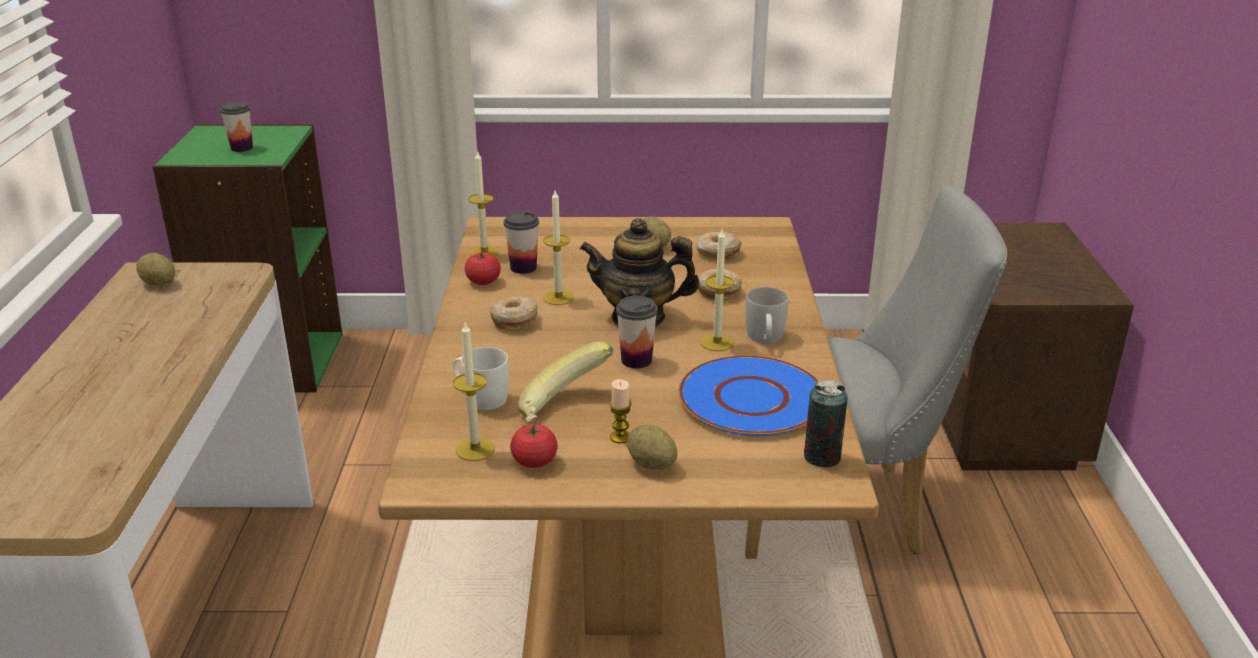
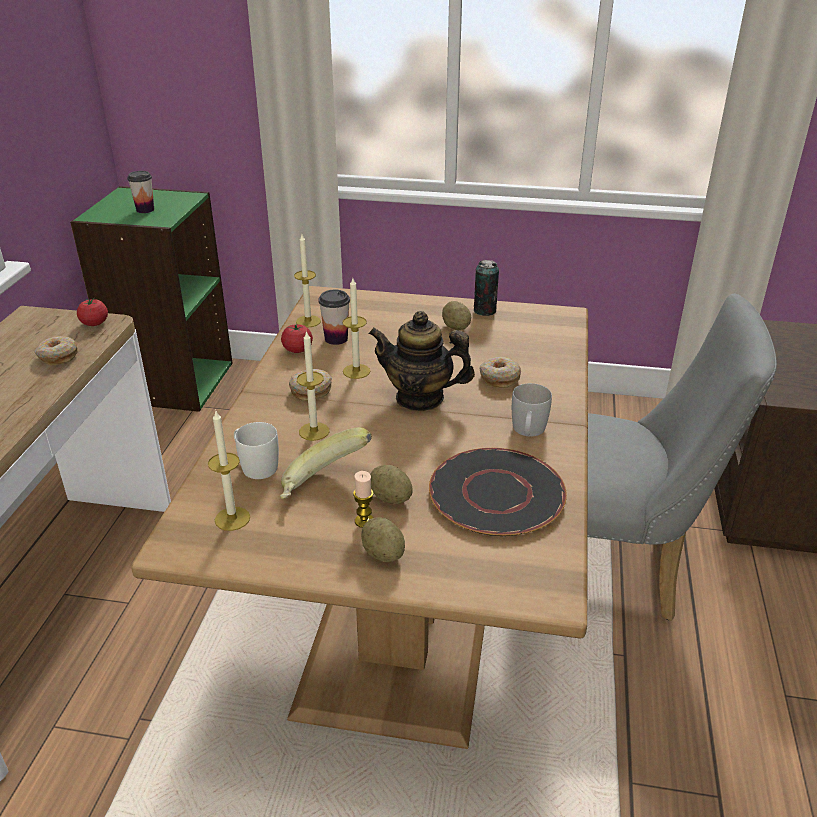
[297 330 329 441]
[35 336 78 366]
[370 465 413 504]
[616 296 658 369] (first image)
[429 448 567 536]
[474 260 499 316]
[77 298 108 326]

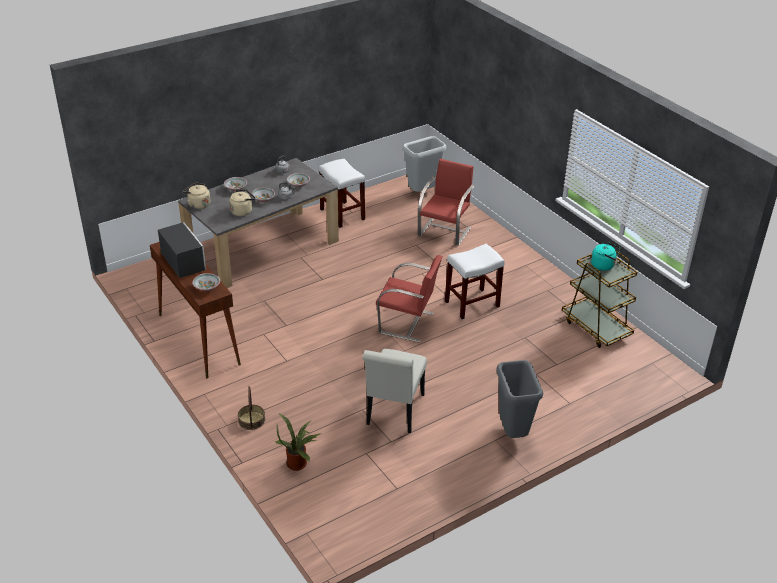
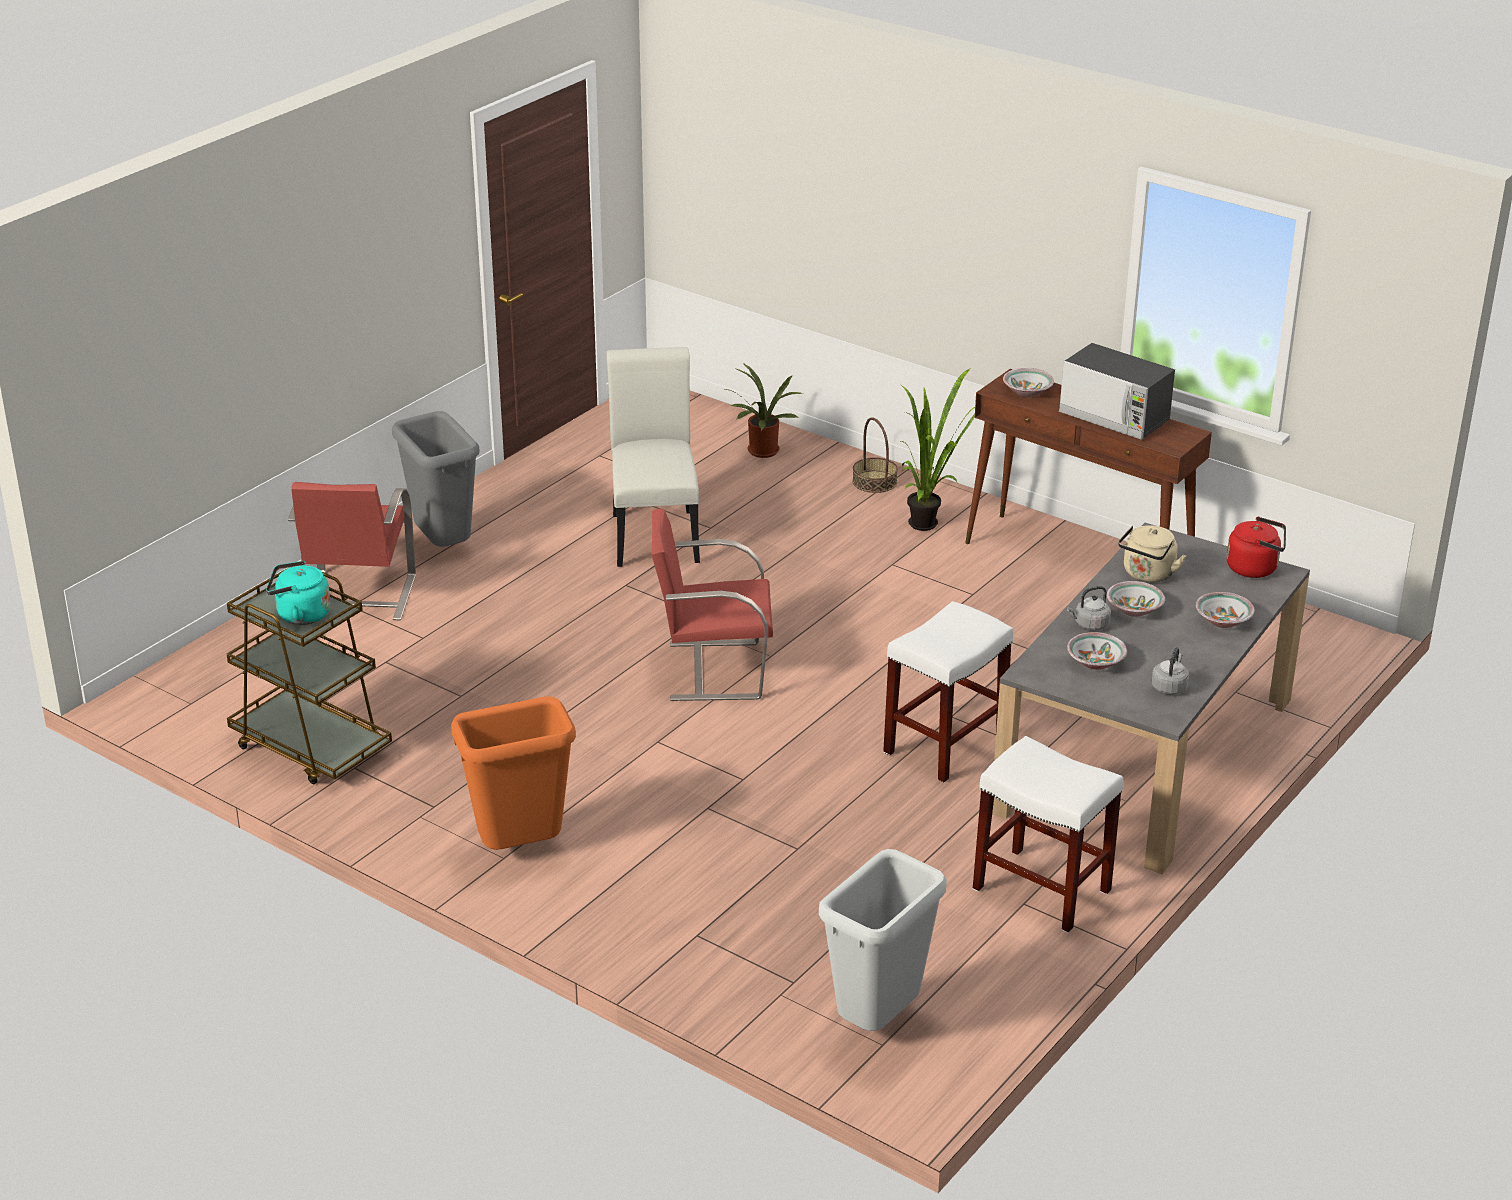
[288 482 416 620]
[1227 517 1286 578]
[883 601 1013 783]
[901 368 975 531]
[451 696 576 850]

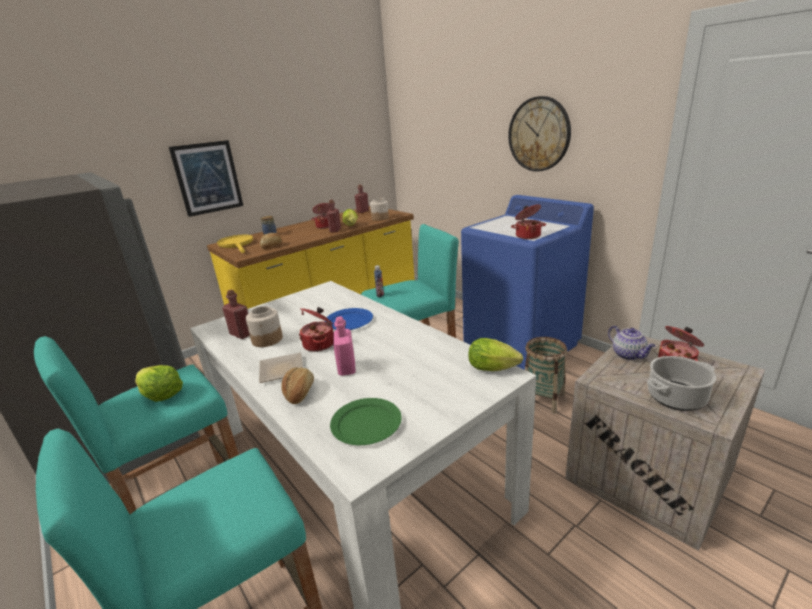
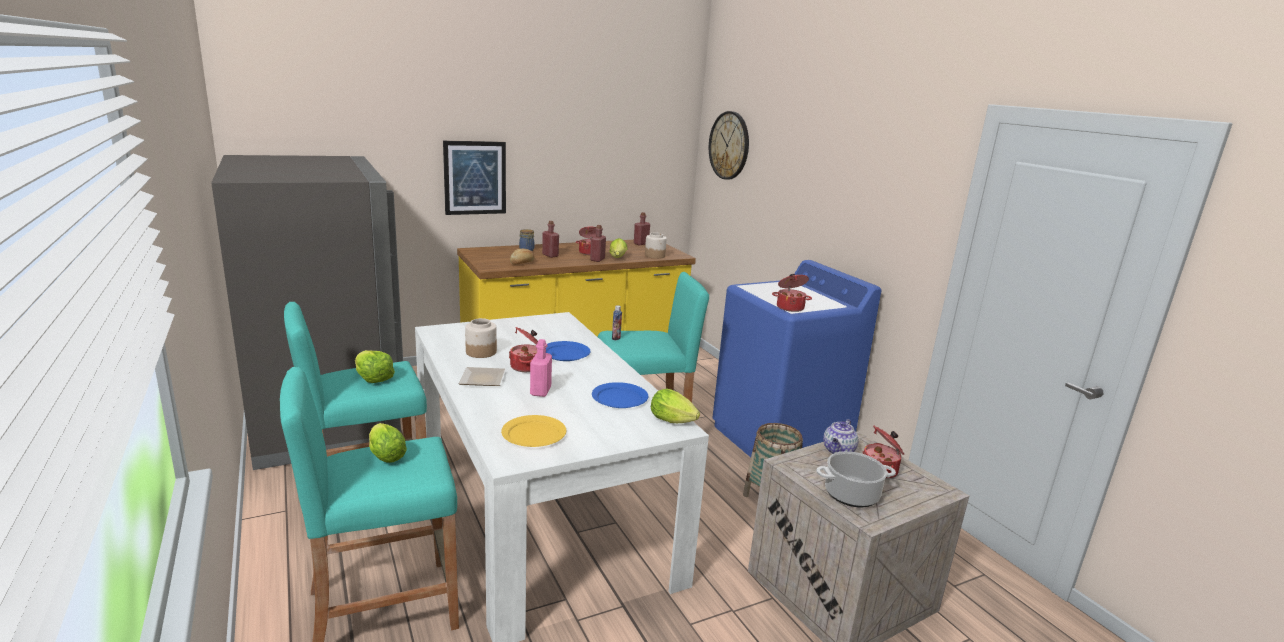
[709 111 749 180]
[217 235 253 253] (first image)
[542 221 559 258]
[823 419 858 454]
[281 367 314 404] (first image)
[501 415 566 447]
[592 382 649 408]
[369 423 407 463]

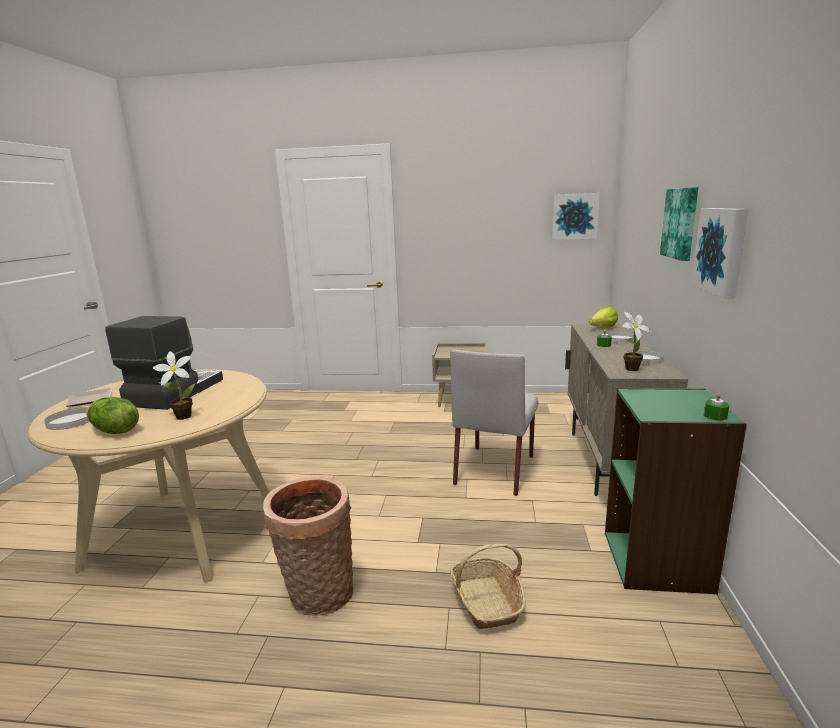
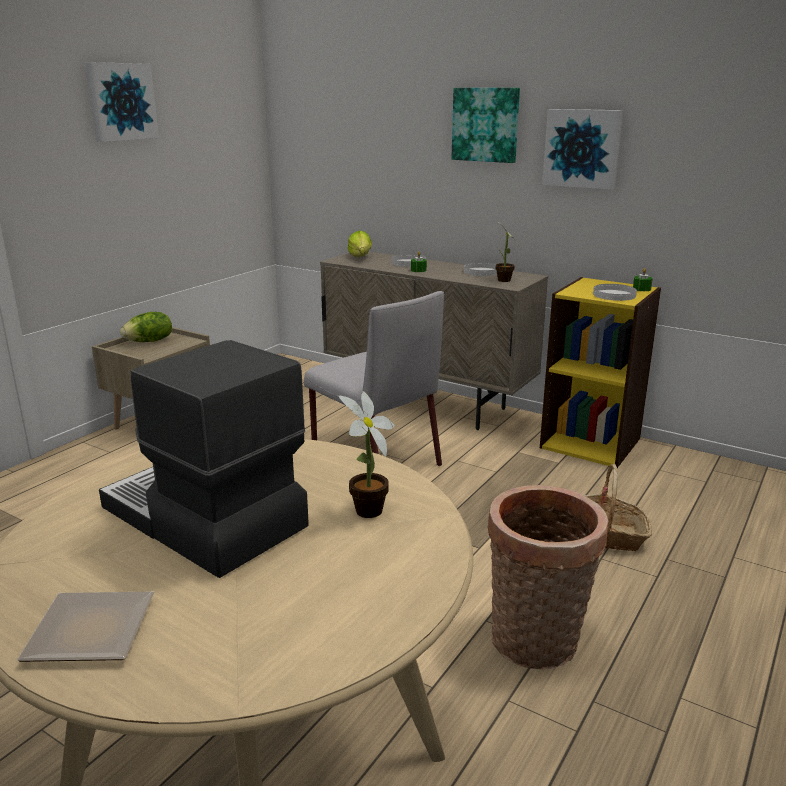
[85 62 159 142]
[540 277 661 468]
[120 312 172 342]
[593 284 637 301]

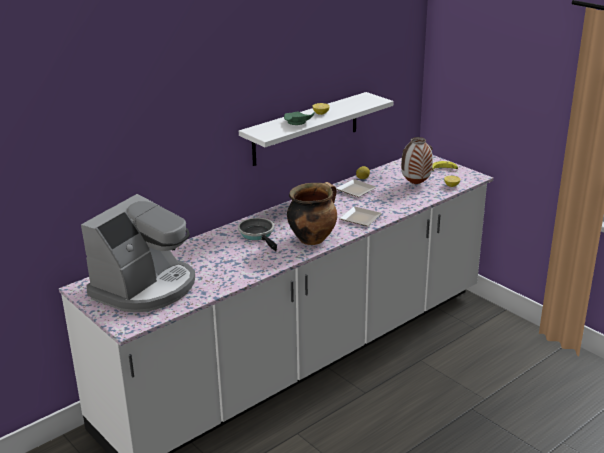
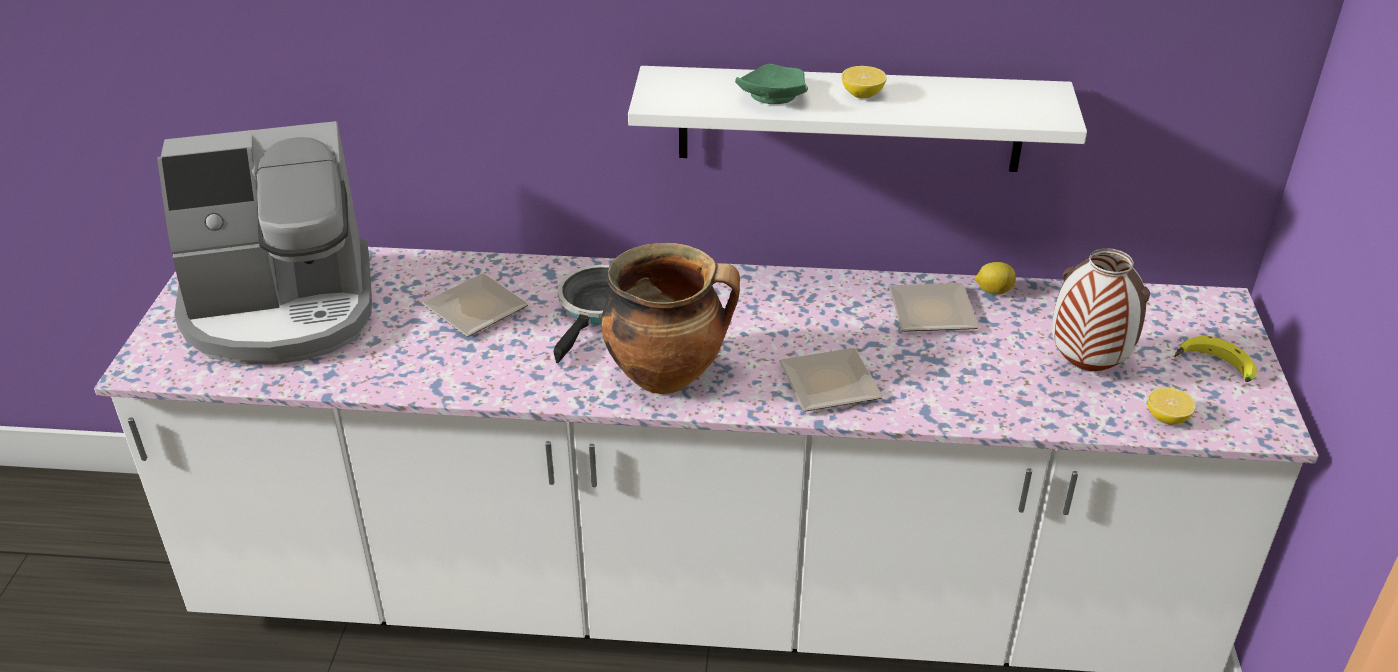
[422 273 529 337]

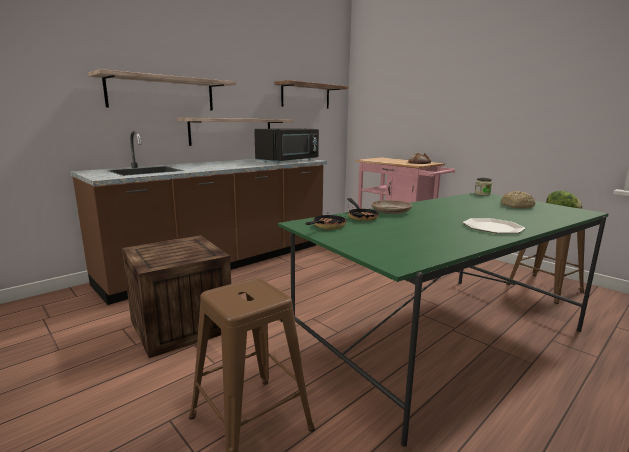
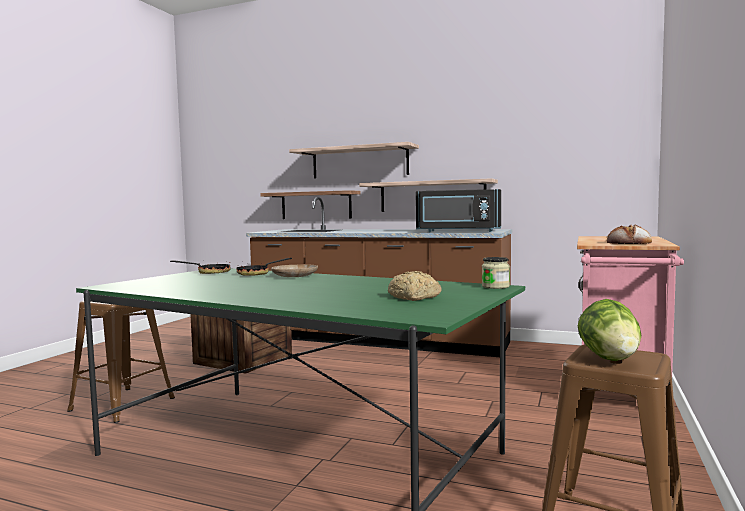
[260 190 361 219]
[463 218 525 233] (first image)

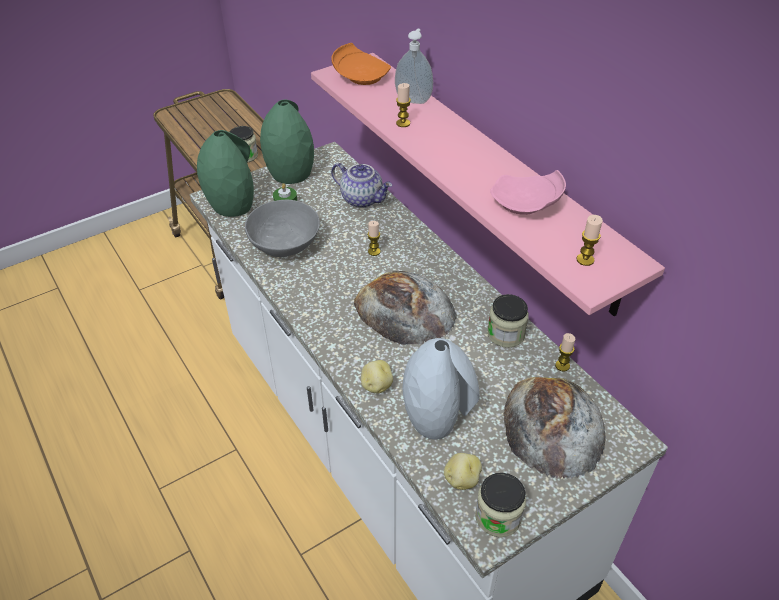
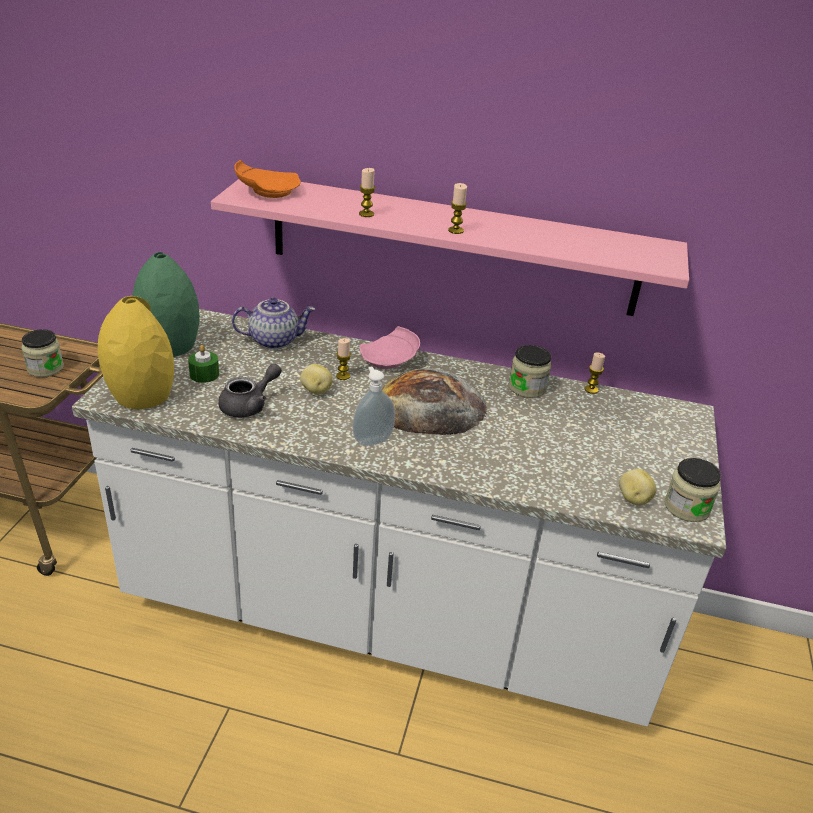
[352 367 395 446]
[97 296 174 409]
[359 326 420 369]
[218 363 282 418]
[448 183 467 234]
[402 338 480 440] (first image)
[300 364 333 395]
[504 377 606 479] (first image)

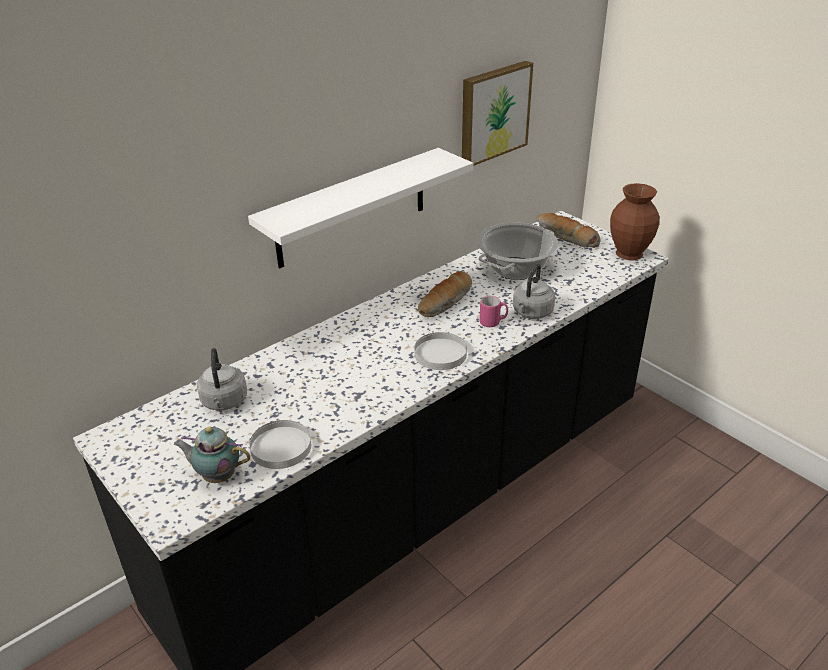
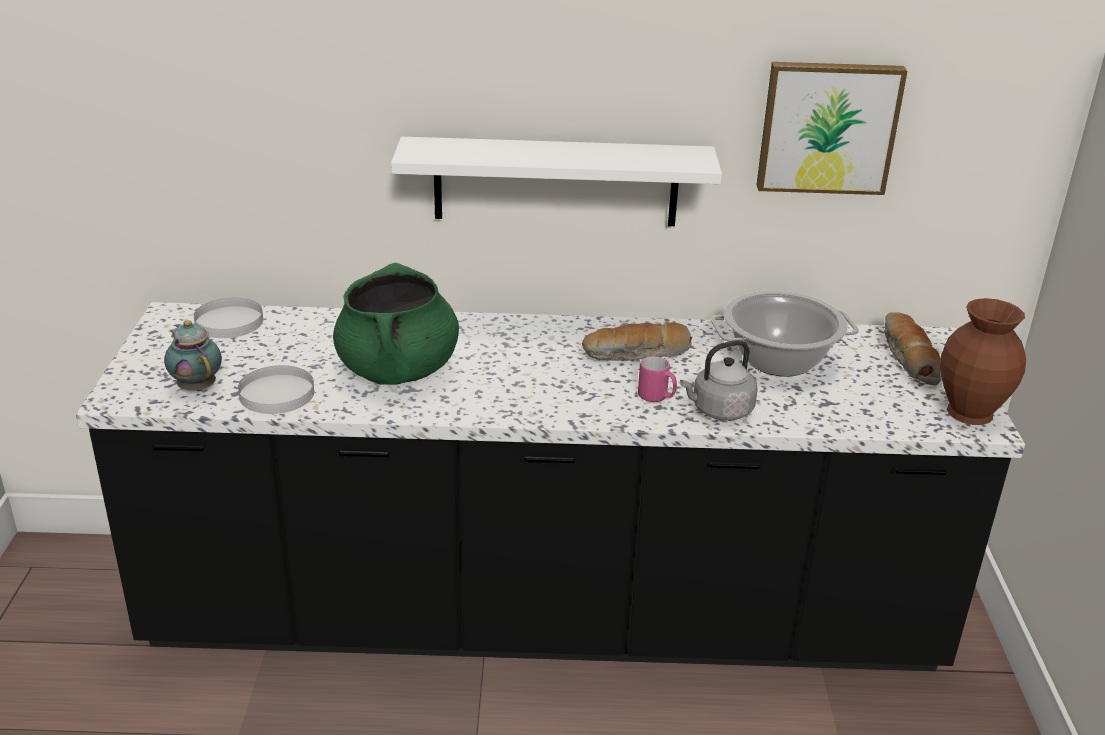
[194 298 263 338]
[197 348 247 411] (first image)
[333 263 459 385]

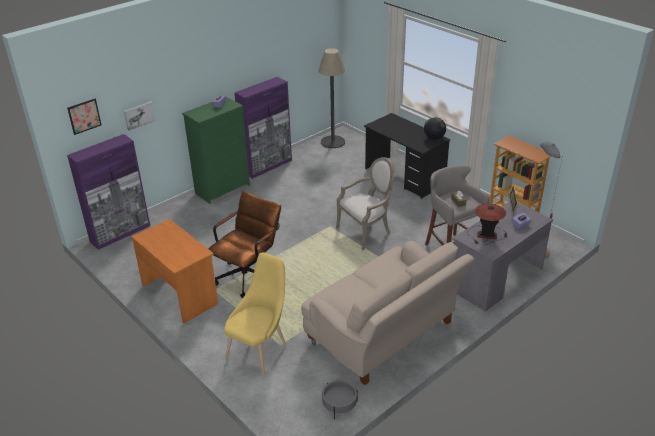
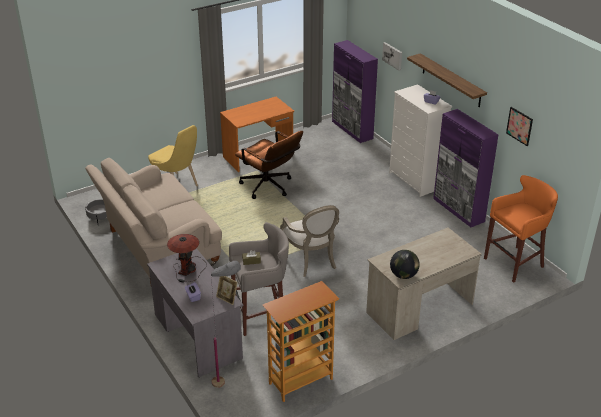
[484 175 558 283]
[389 84 452 197]
[506 107 533 146]
[366 228 482 340]
[407 53 487 107]

